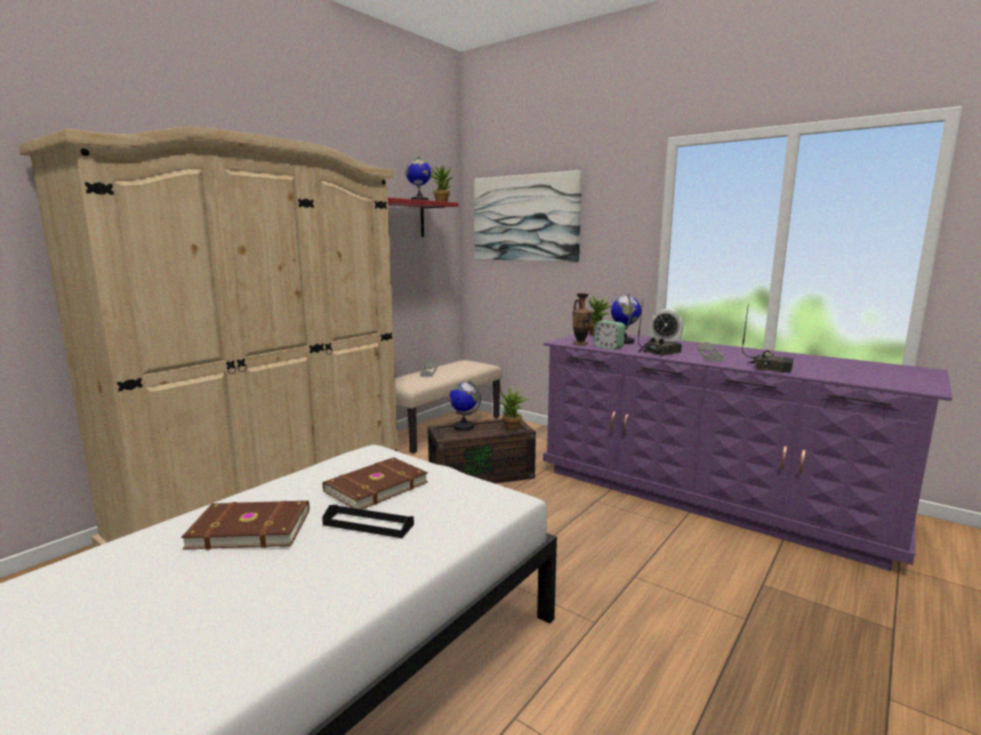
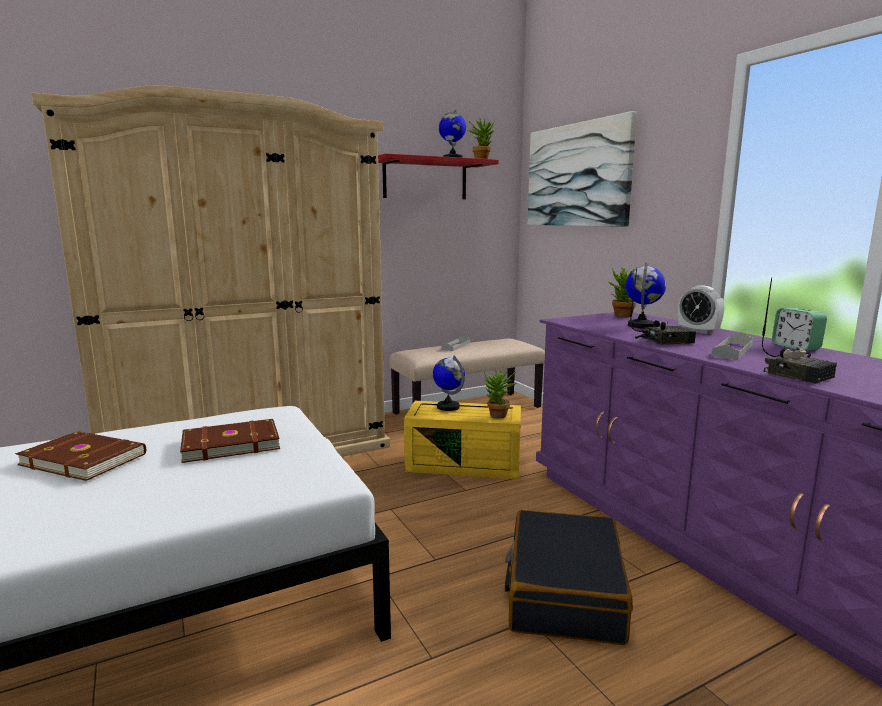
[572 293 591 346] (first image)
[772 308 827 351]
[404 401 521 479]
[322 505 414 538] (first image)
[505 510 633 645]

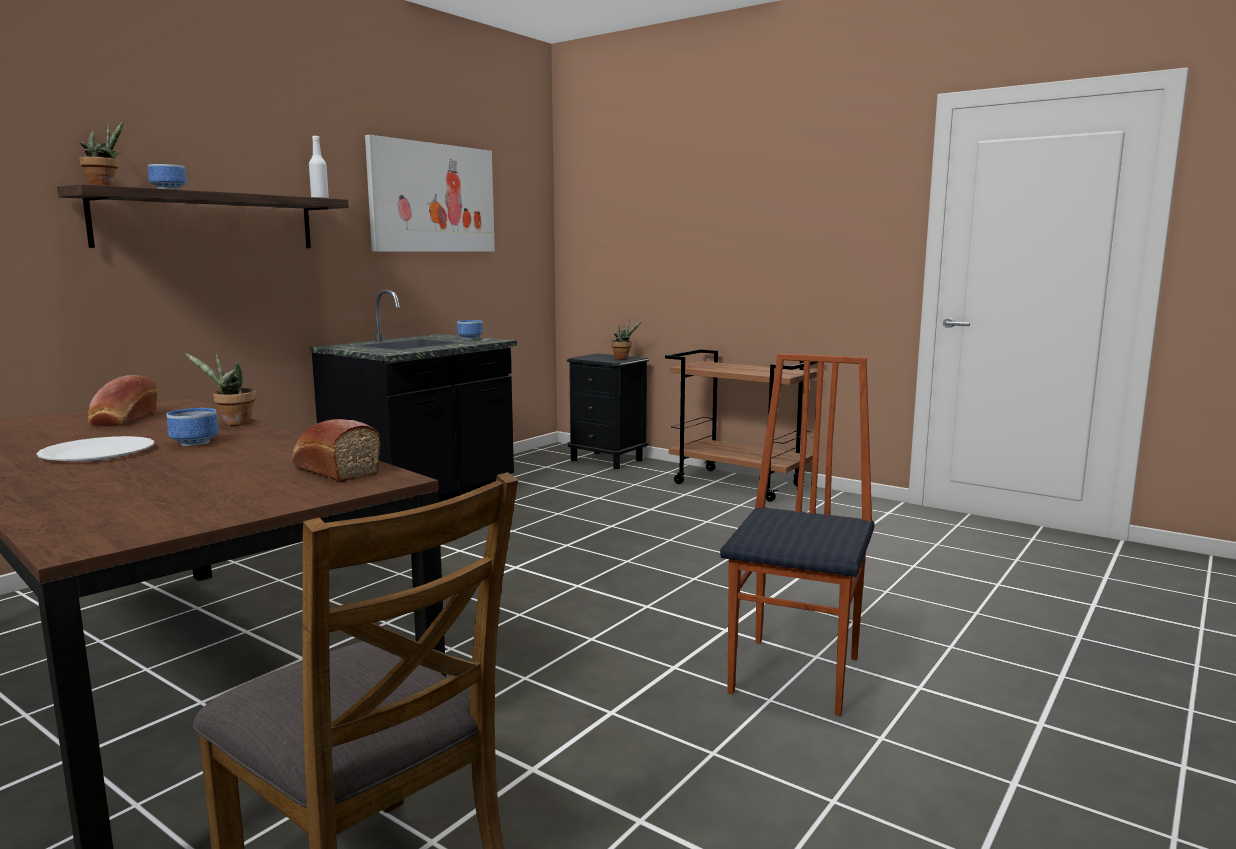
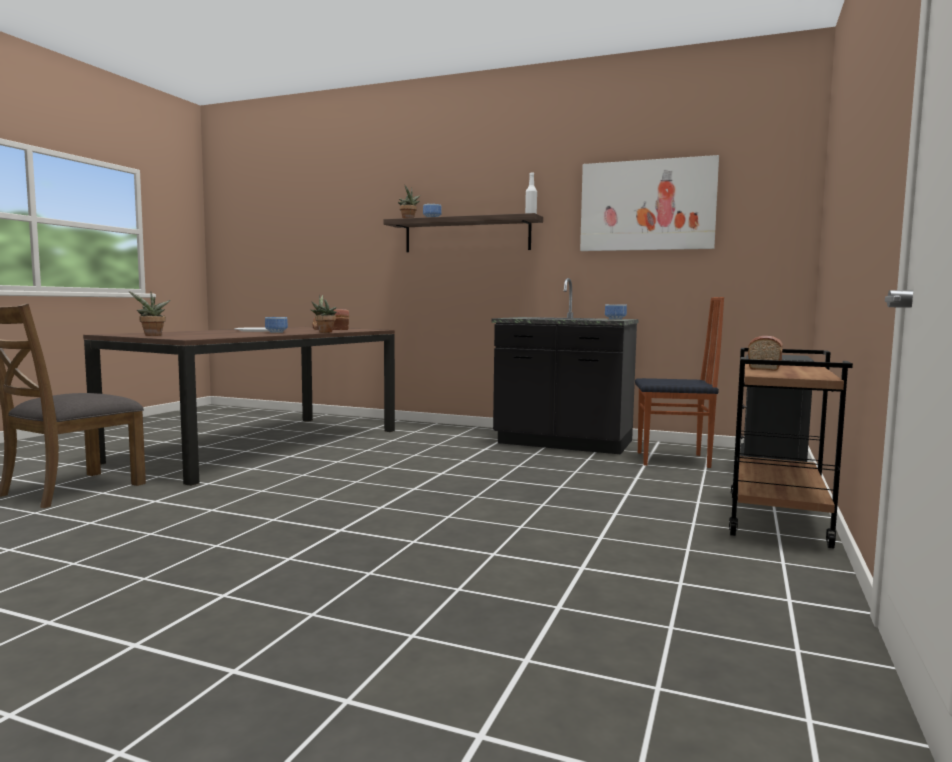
[128 291 171 336]
[635 297 724 468]
[748 336 783 371]

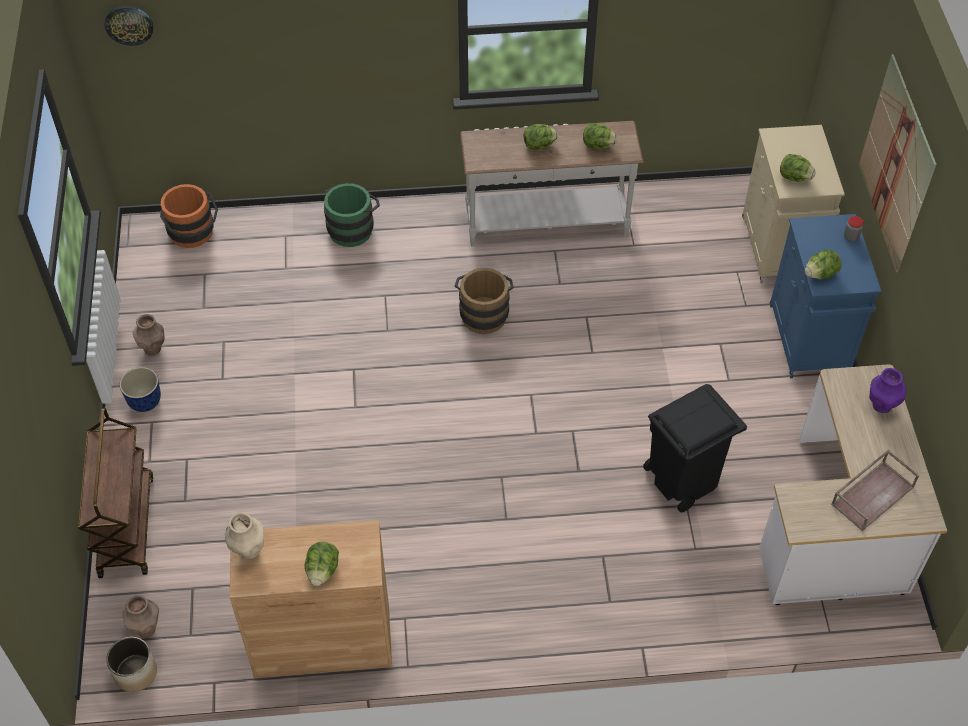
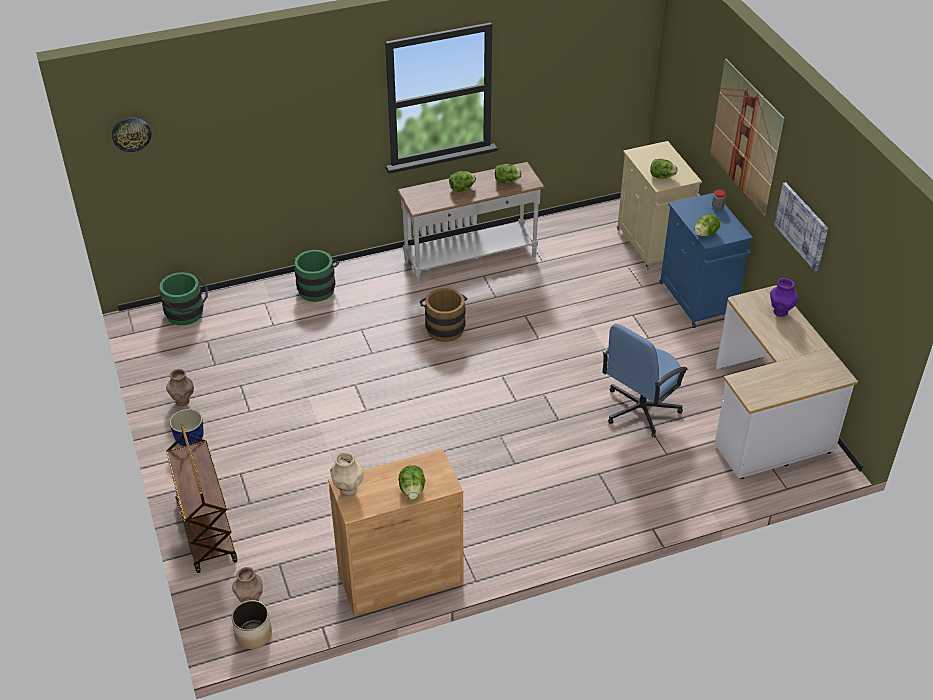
[159 272 208 325]
[602 324 688 437]
[831 450 919 531] (first image)
[774 182 828 271]

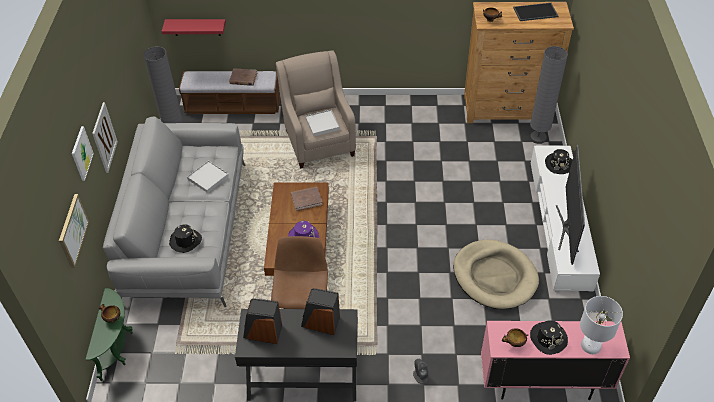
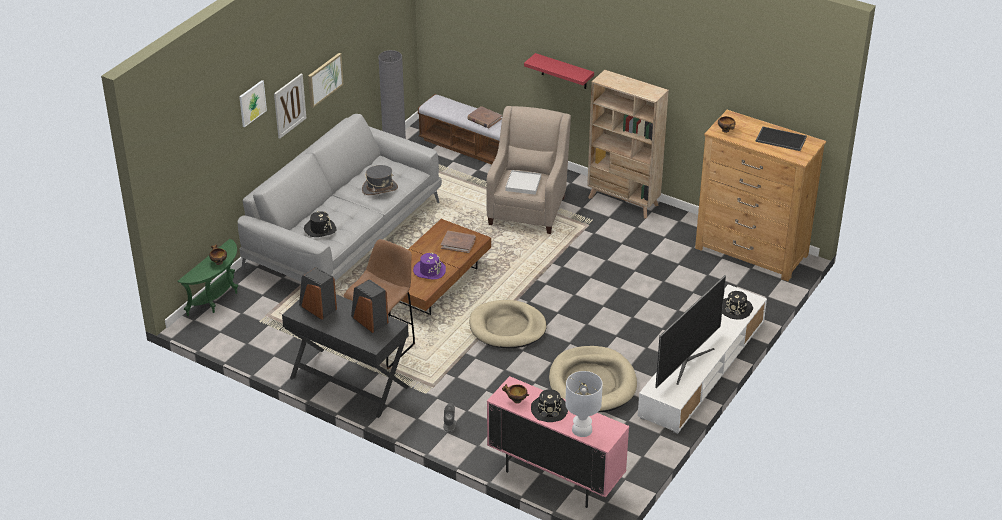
[524 53 594 89]
[530 46 568 144] (first image)
[362 165 398 195]
[308 53 344 108]
[587 70 669 219]
[469 300 547 348]

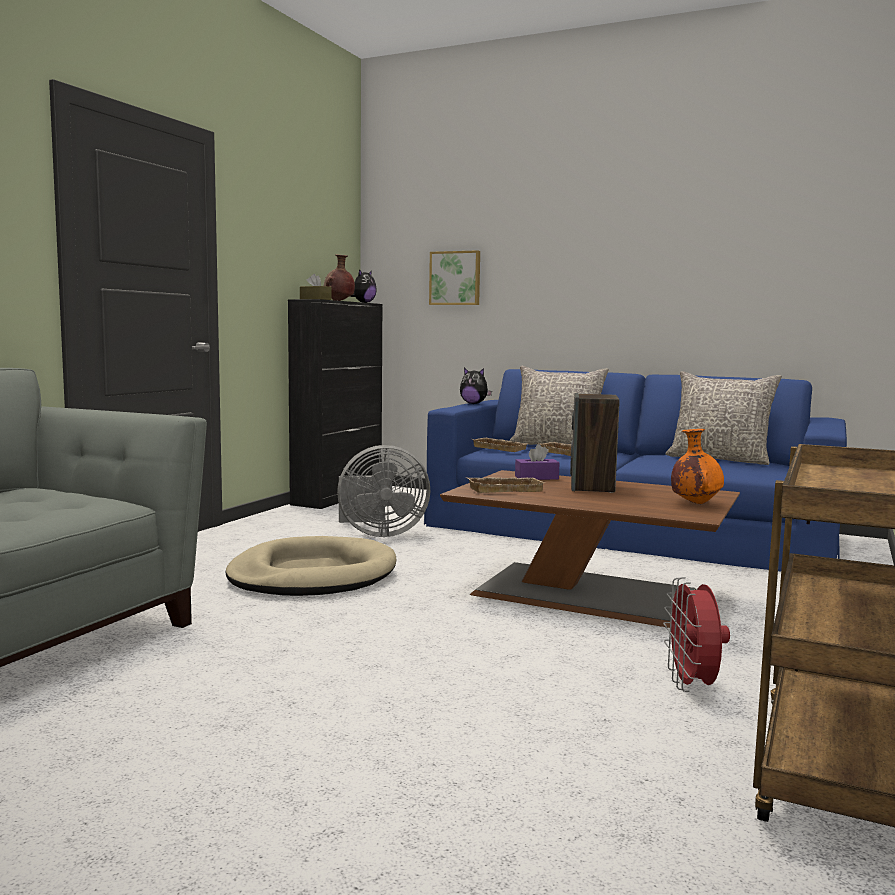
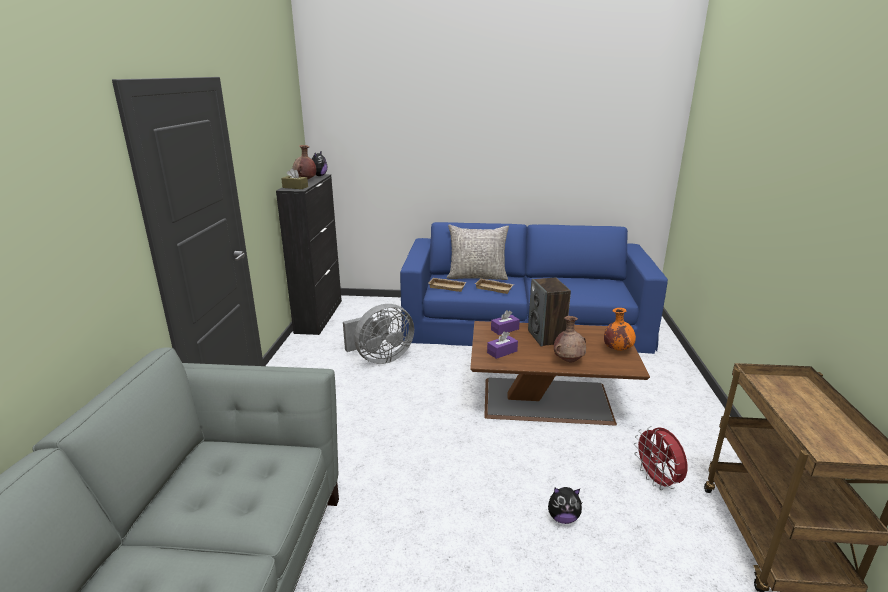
[429 250 480 305] (first image)
[548 487 582 524]
[665 371 782 465] (first image)
[487 331 518 359]
[225 536 396 596] (first image)
[554 316 586 363]

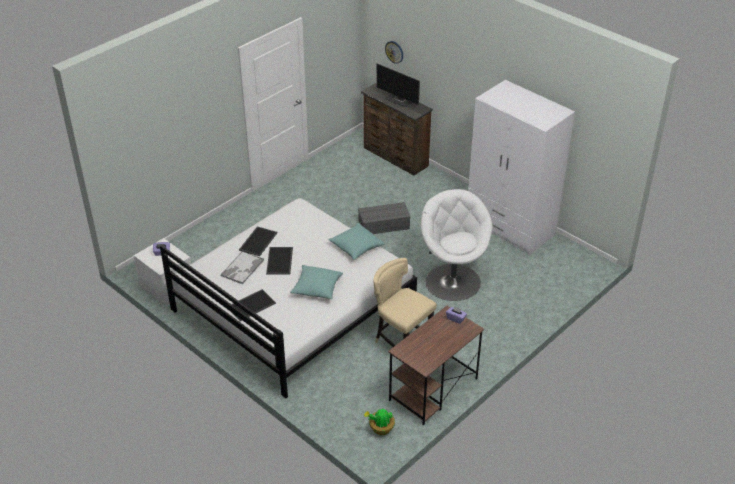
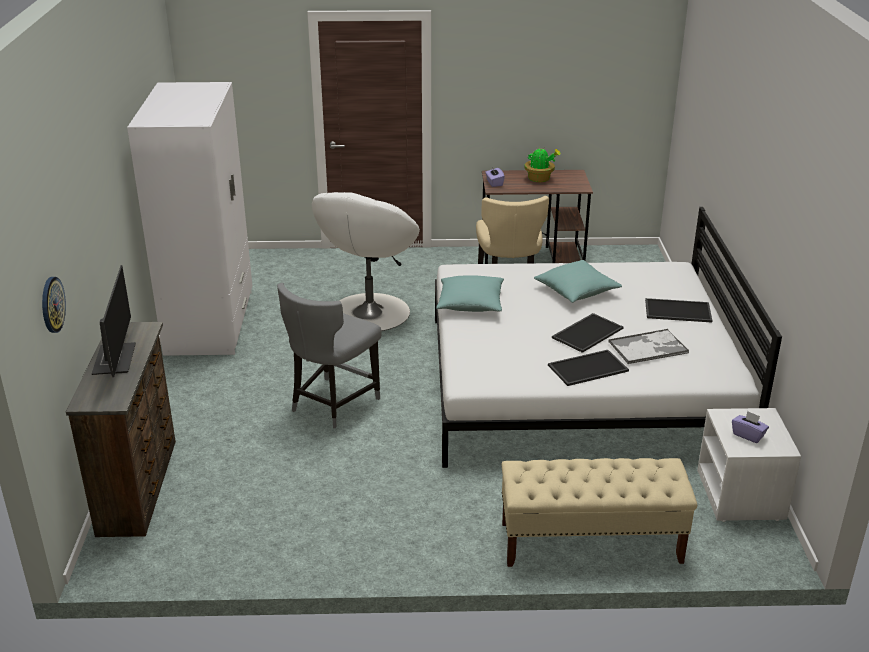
[277 283 382 428]
[524 146 561 182]
[502 458 697 567]

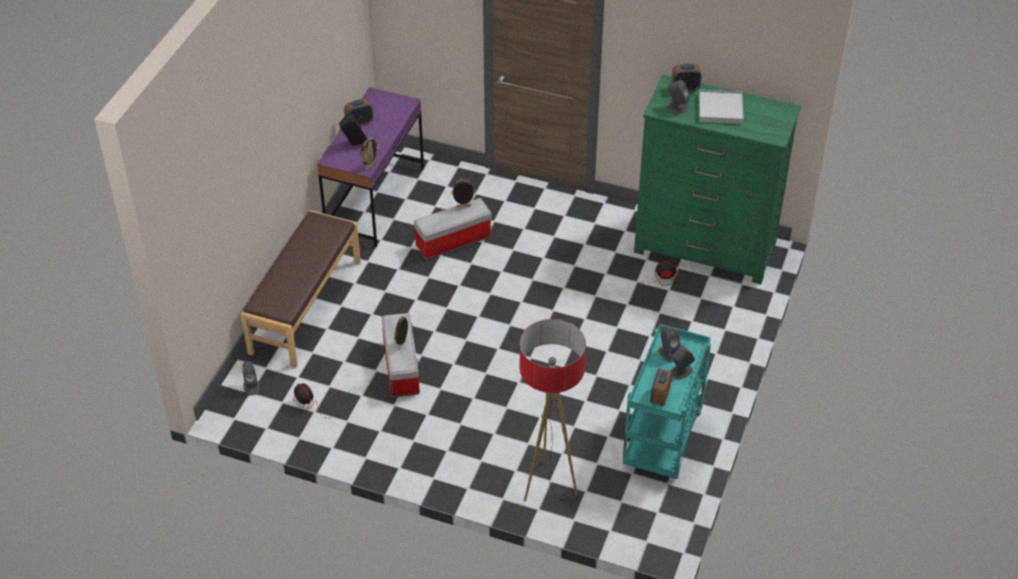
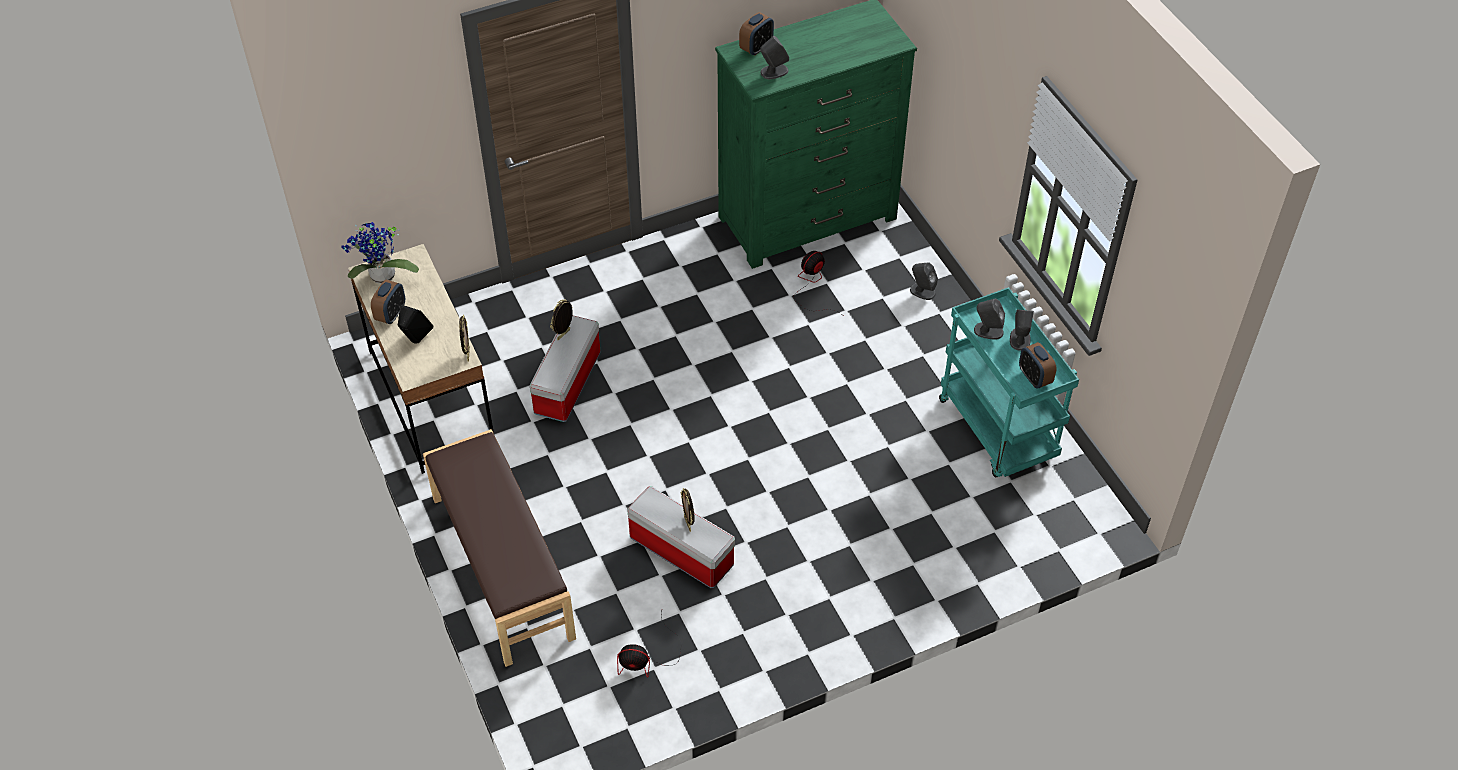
[348 244 494 474]
[699 90 743 124] (first image)
[520 319 586 502] (first image)
[910 262 938 300]
[342 222 419 284]

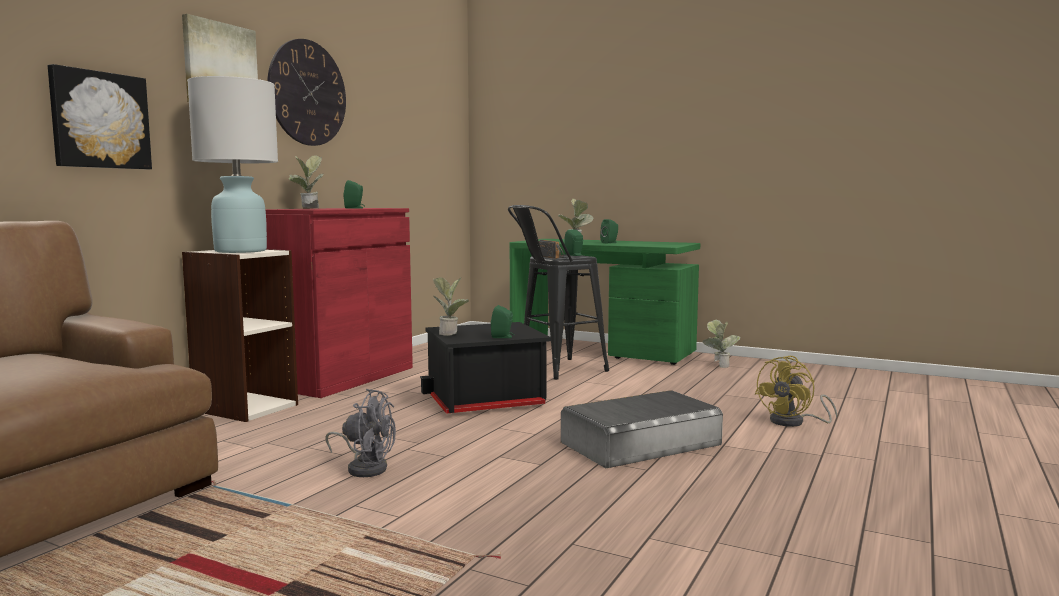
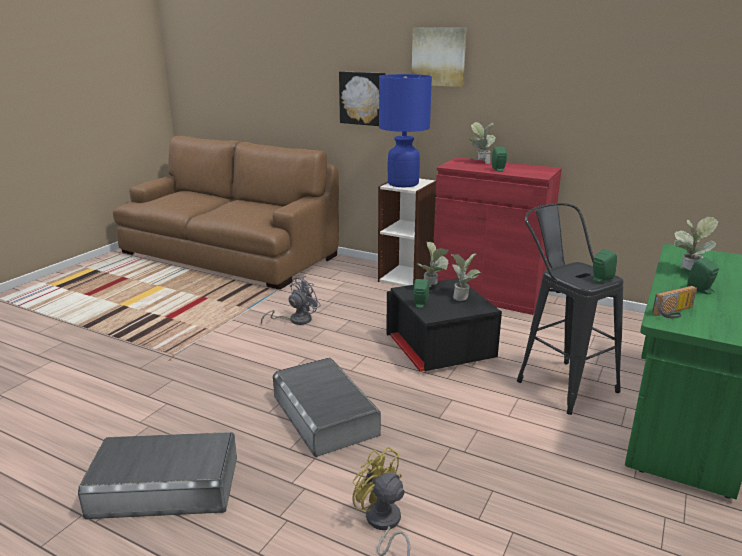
[267 39 346 146] (first image)
[379 74 432 187]
[652 286 697 318]
[452 254 482 301]
[261 276 321 325]
[78 432 237 519]

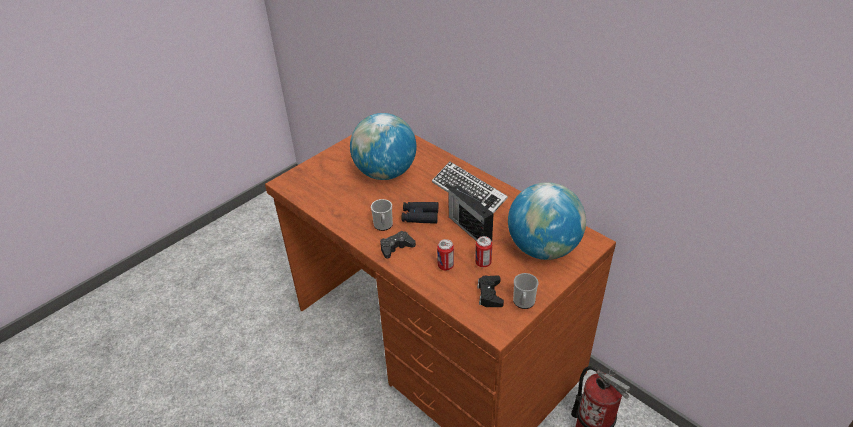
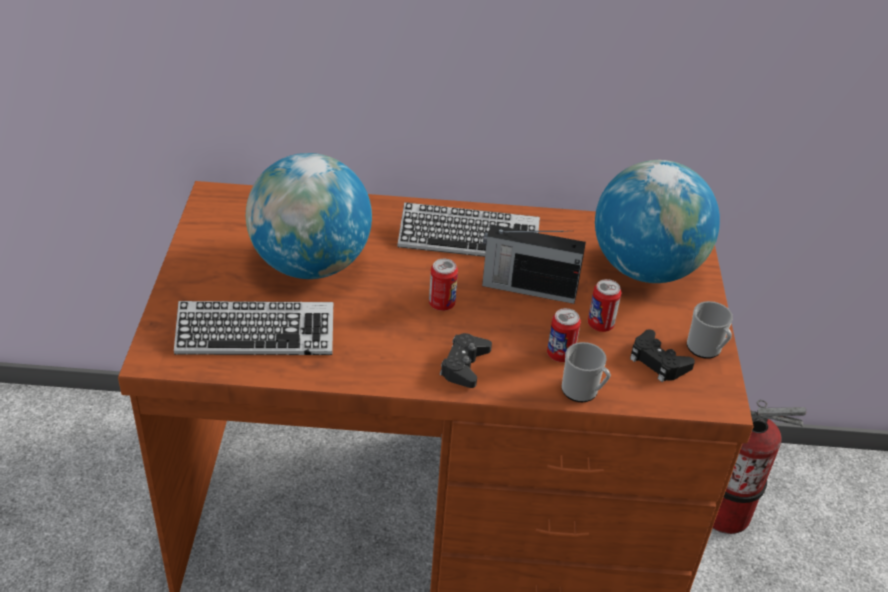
[562 342 611 402]
[429 259 458 311]
[174 301 333 355]

